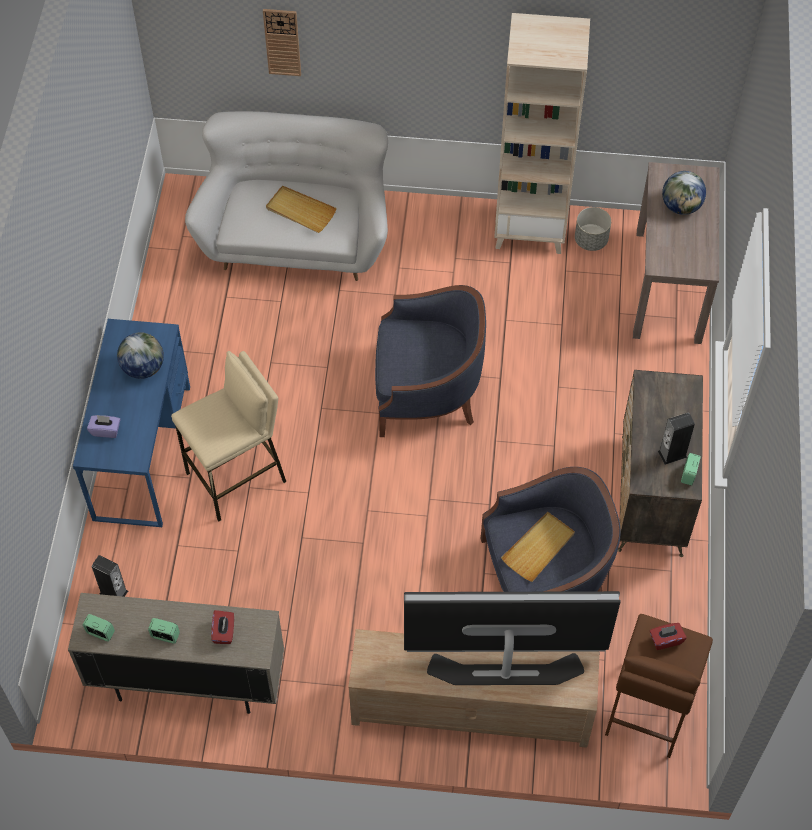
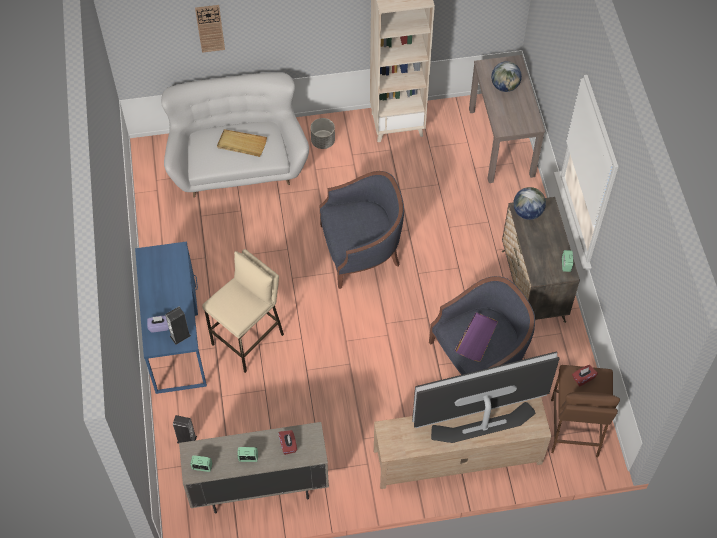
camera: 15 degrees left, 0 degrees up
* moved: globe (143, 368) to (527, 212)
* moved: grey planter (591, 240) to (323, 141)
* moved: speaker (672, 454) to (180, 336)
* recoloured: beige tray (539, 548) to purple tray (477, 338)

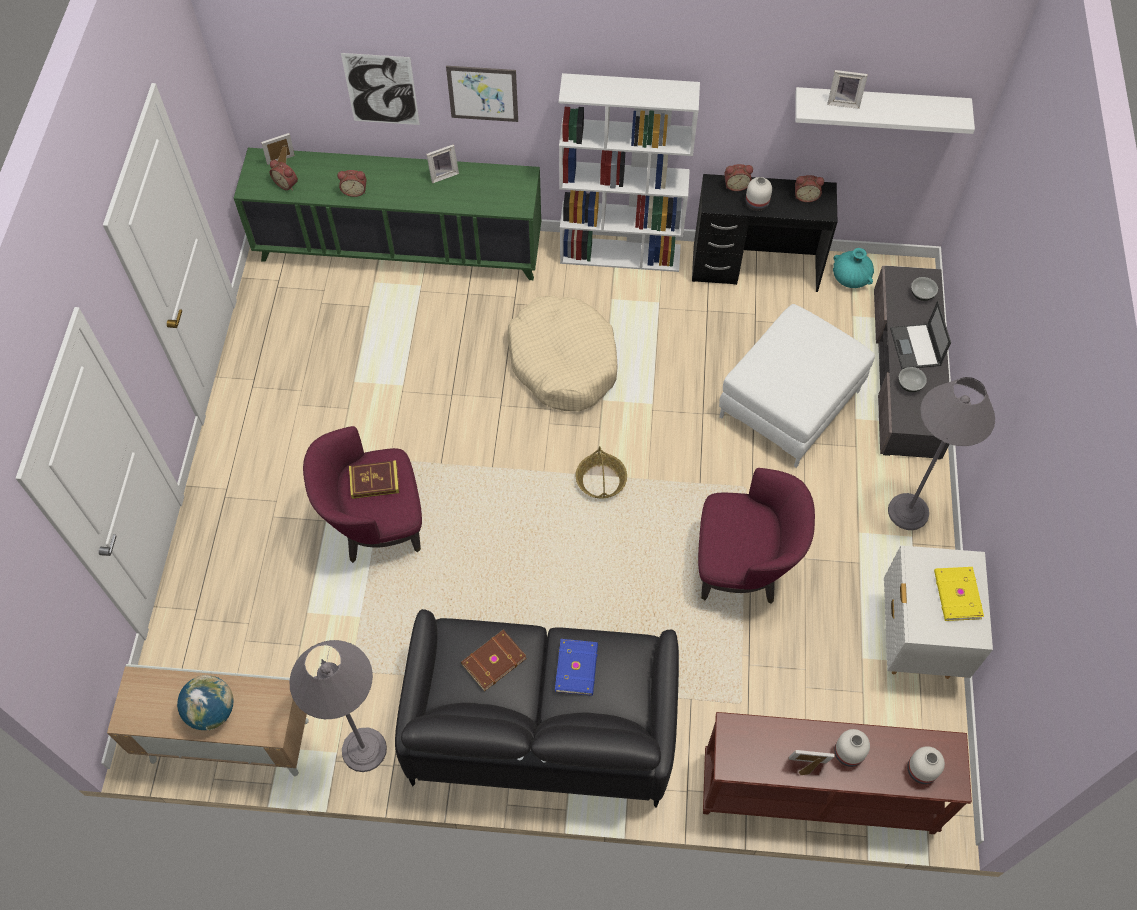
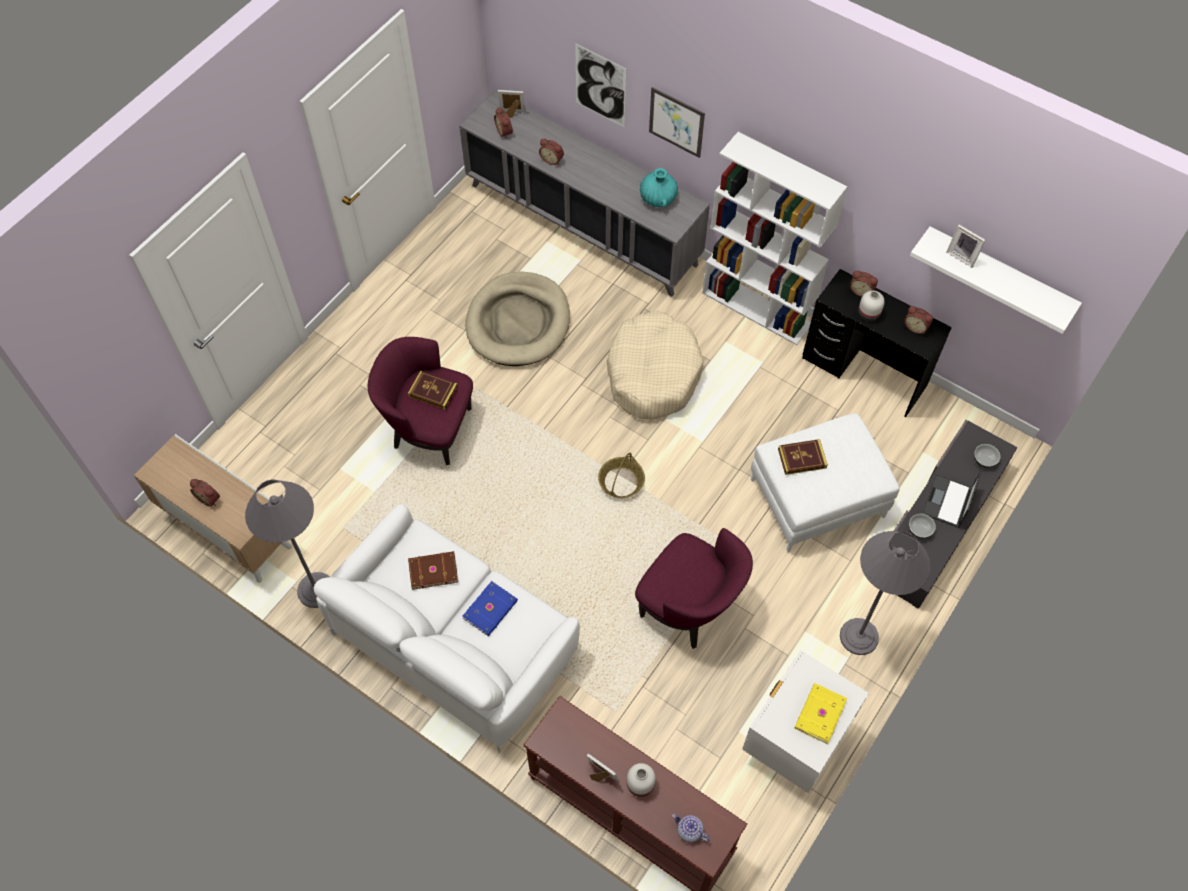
camera: 30 degrees right, 0 degrees up
* removed: picture frame (443, 174)
* added: beige dog bed (518, 322)
* added: book (802, 458)
* moved: turquoise vase (850, 278) to (658, 198)
* replaced: globe (212, 711) to alarm clock (209, 498)
* replaced: white vase (922, 771) to teapot (689, 831)
* recoloured: green cabinet (400, 249) to grey cabinet (582, 224)
* recoloured: black sofa (541, 722) to white sofa (454, 641)

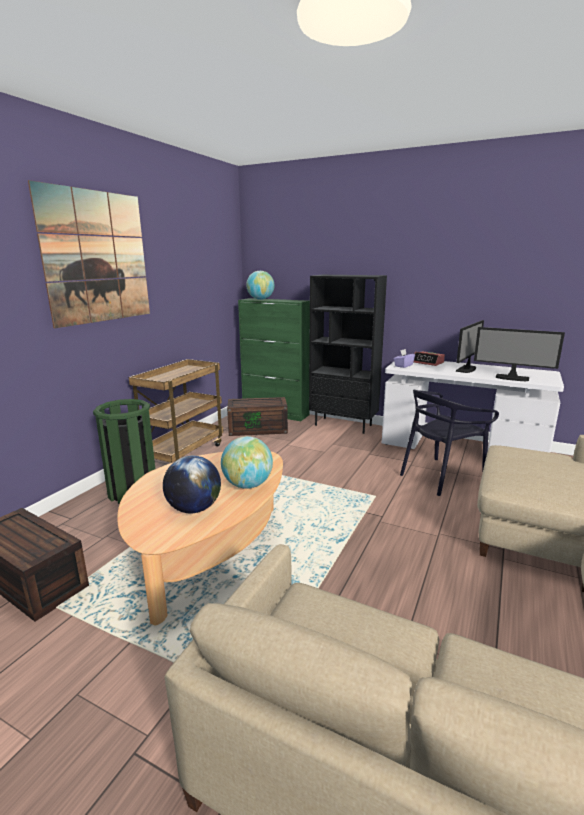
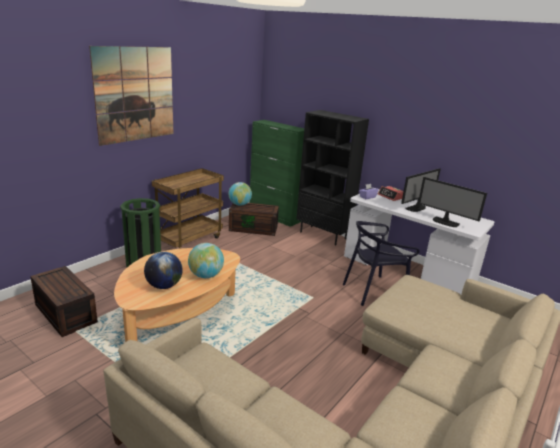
camera: 10 degrees right, 5 degrees up
* moved: globe (260, 299) to (239, 204)

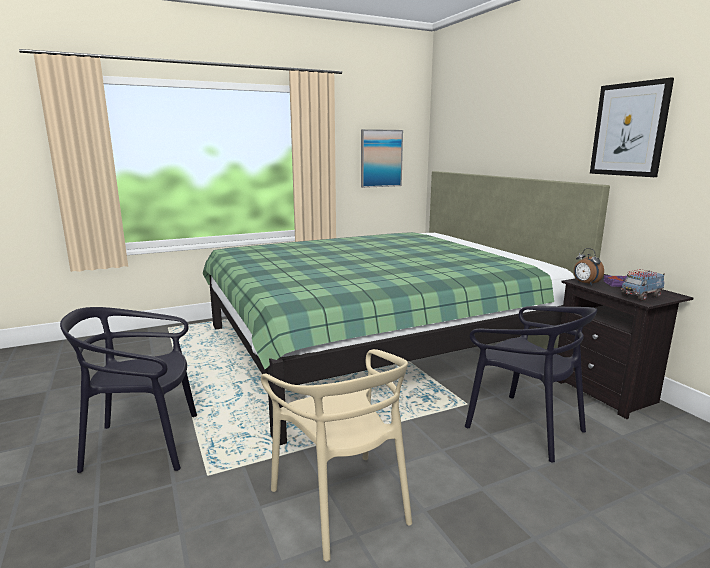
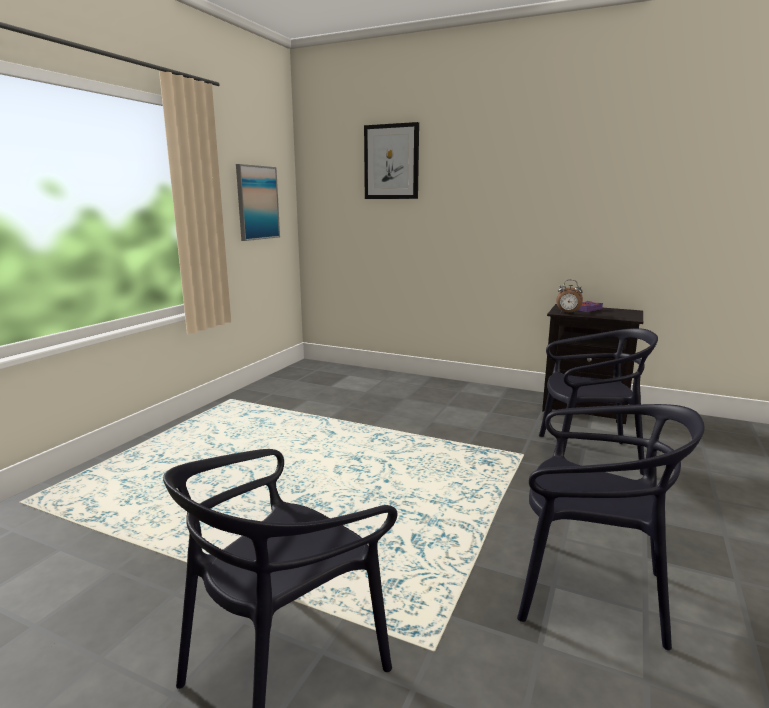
camera: 40 degrees left, 0 degrees up
* removed: green bed (378, 343)
* removed: toy truck (640, 296)
* moved: picture (629, 129) to (391, 162)
* recoloured: beige chair (342, 502) to black chair (589, 591)

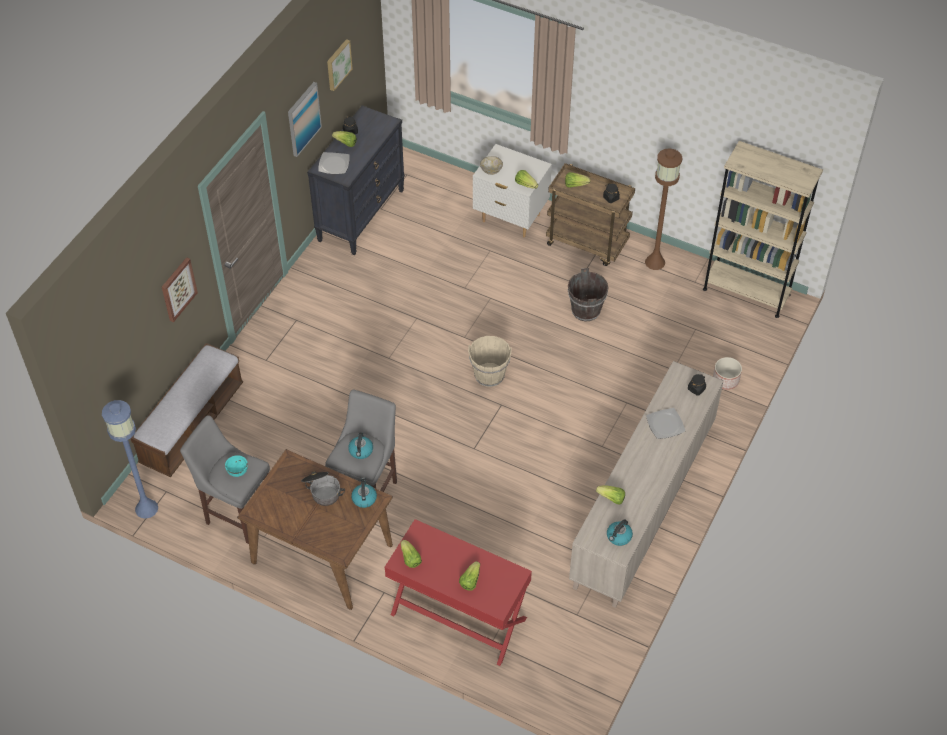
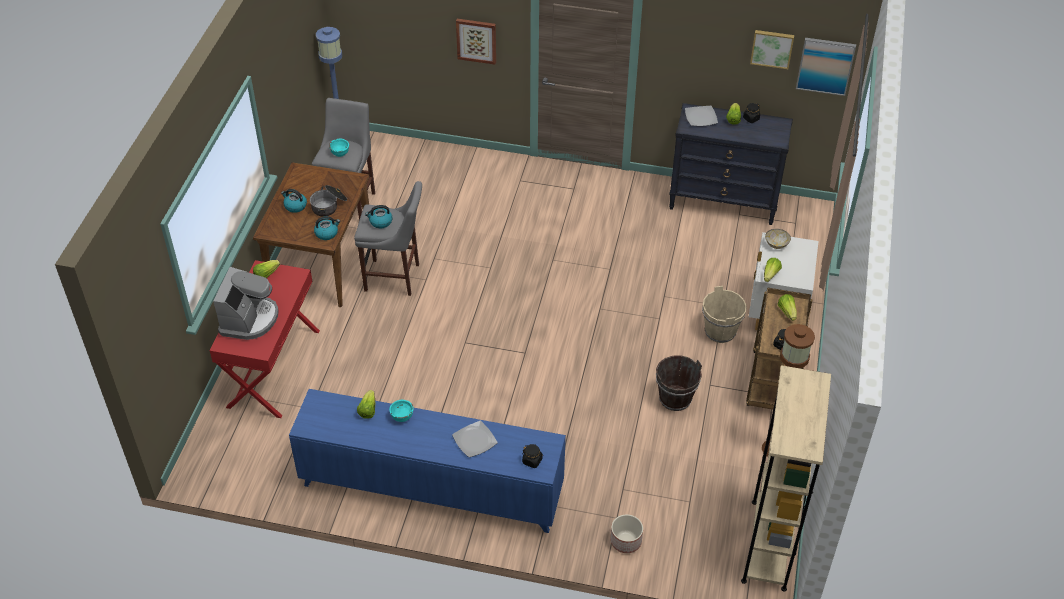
camera: 75 degrees right, 5 degrees down
* removed: bench (192, 424)
* added: turquoise bowl (402, 416)
* moved: picture (303, 119) to (825, 65)
* moved: beige bucket (489, 375) to (720, 332)
* moved: kettle (618, 537) to (295, 206)
* replaced: lettuce (470, 580) to coffee machine (249, 319)
* recoloured: beige cabinet (643, 506) to blue cabinet (431, 490)

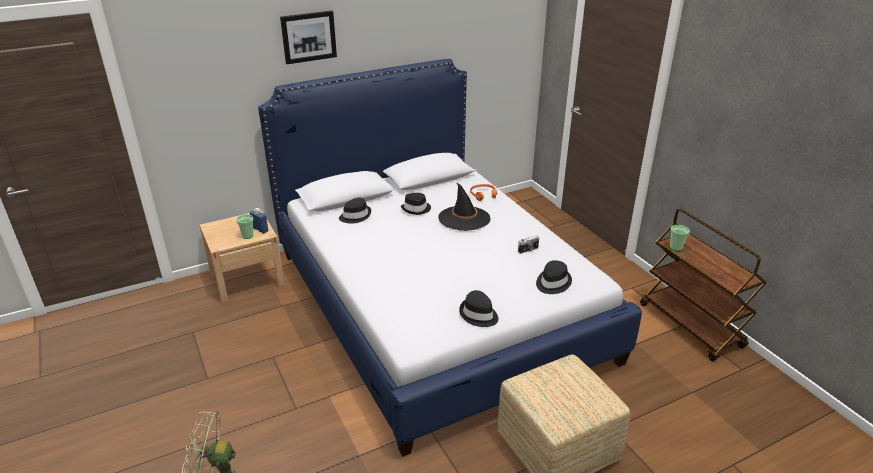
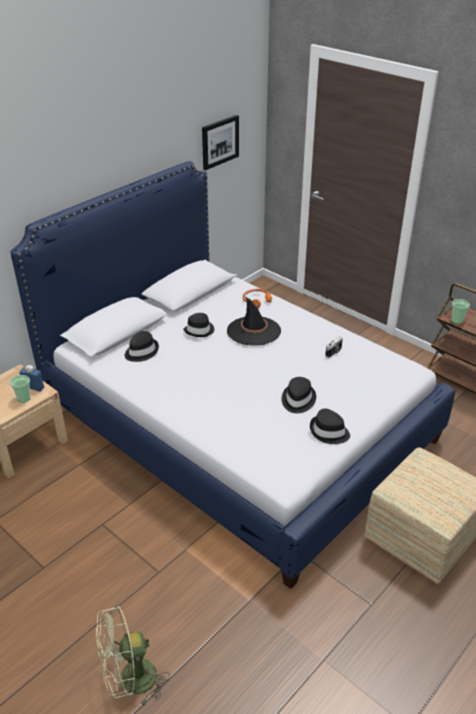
camera: 20 degrees left, 5 degrees up
* moved: picture (308, 37) to (219, 142)
* moved: black hat (552, 283) to (297, 400)

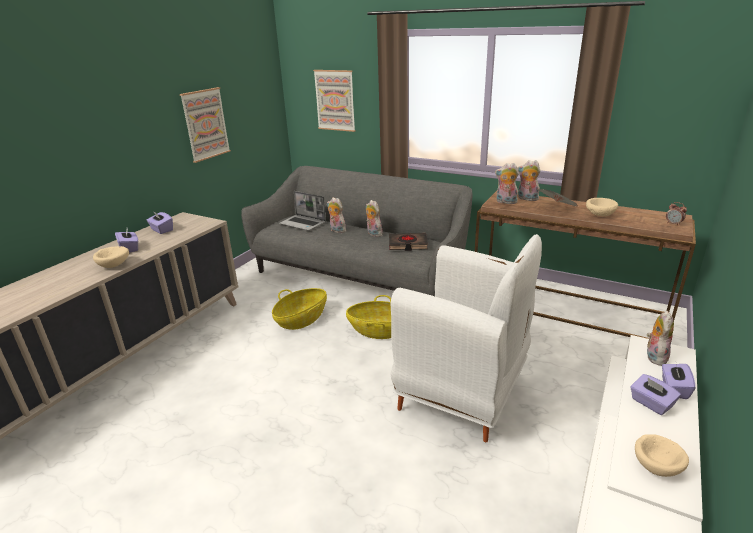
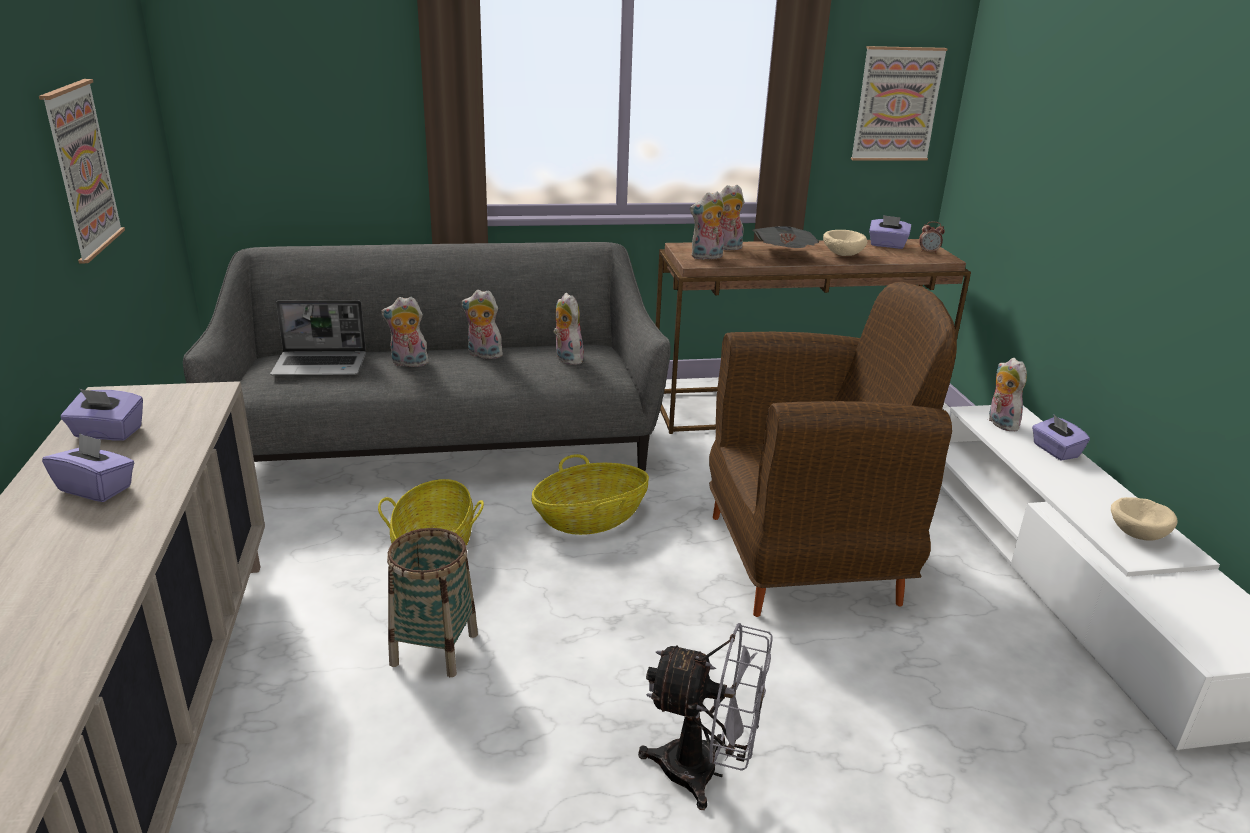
camera: 40 degrees left, 0 degrees up
* removed: beige bowl (115, 265)
* added: basket (434, 648)
* added: grey fan (704, 772)
* moved: picture (335, 100) to (896, 104)
* moved: purple tissue box (651, 403) to (887, 245)
* replaced: black book (407, 244) to plush toy (566, 358)
* recoloured: white armchair (463, 393) to brown armchair (806, 558)

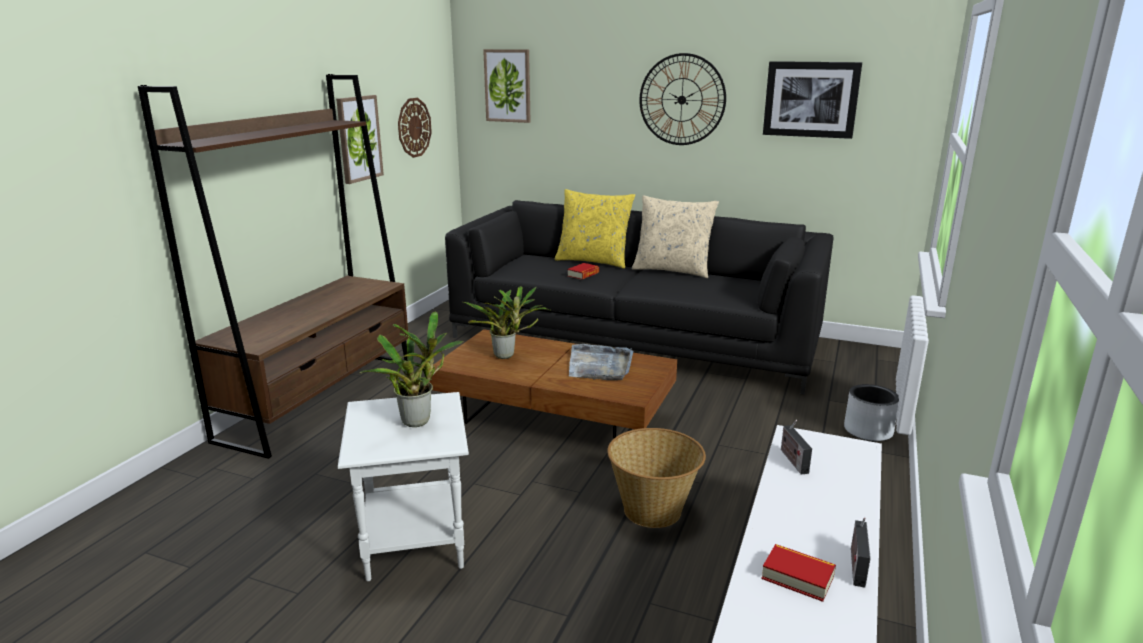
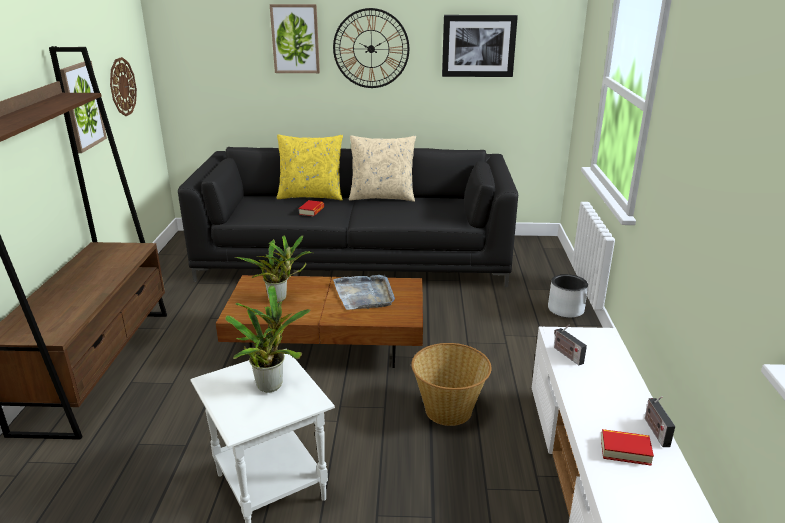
camera: 20 degrees left, 5 degrees up
* moved: picture (508, 86) to (295, 39)

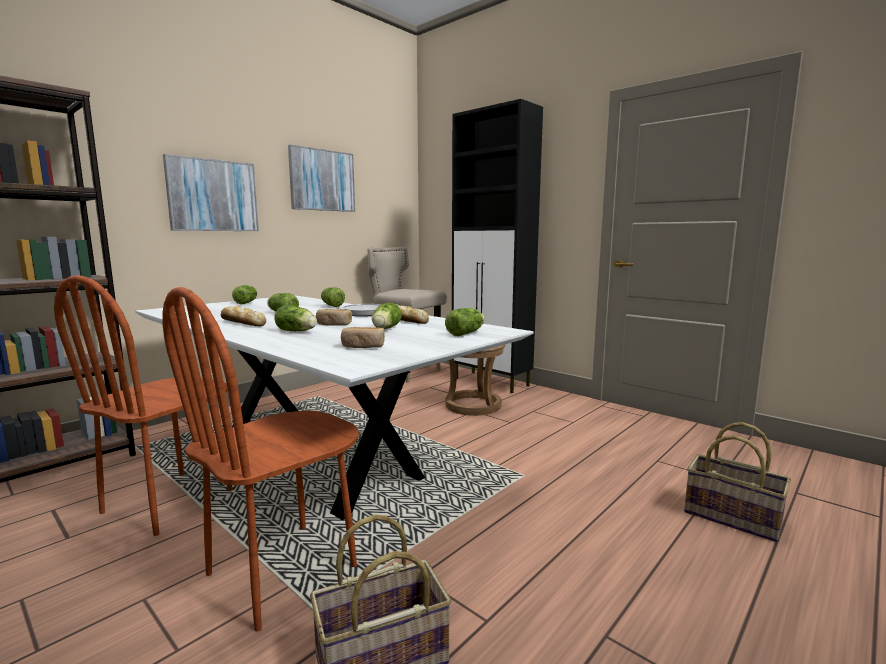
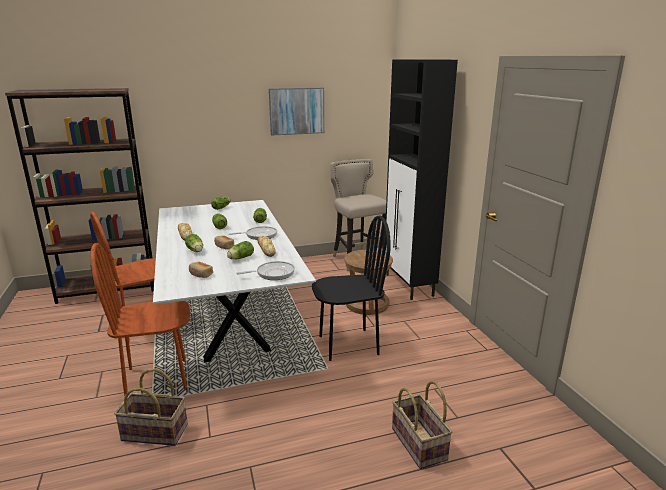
camera: 30 degrees right, 10 degrees up
* removed: picture (213, 195)
* added: black chair (348, 344)
* replaced: lettuce (467, 333) to frying pan (273, 273)

